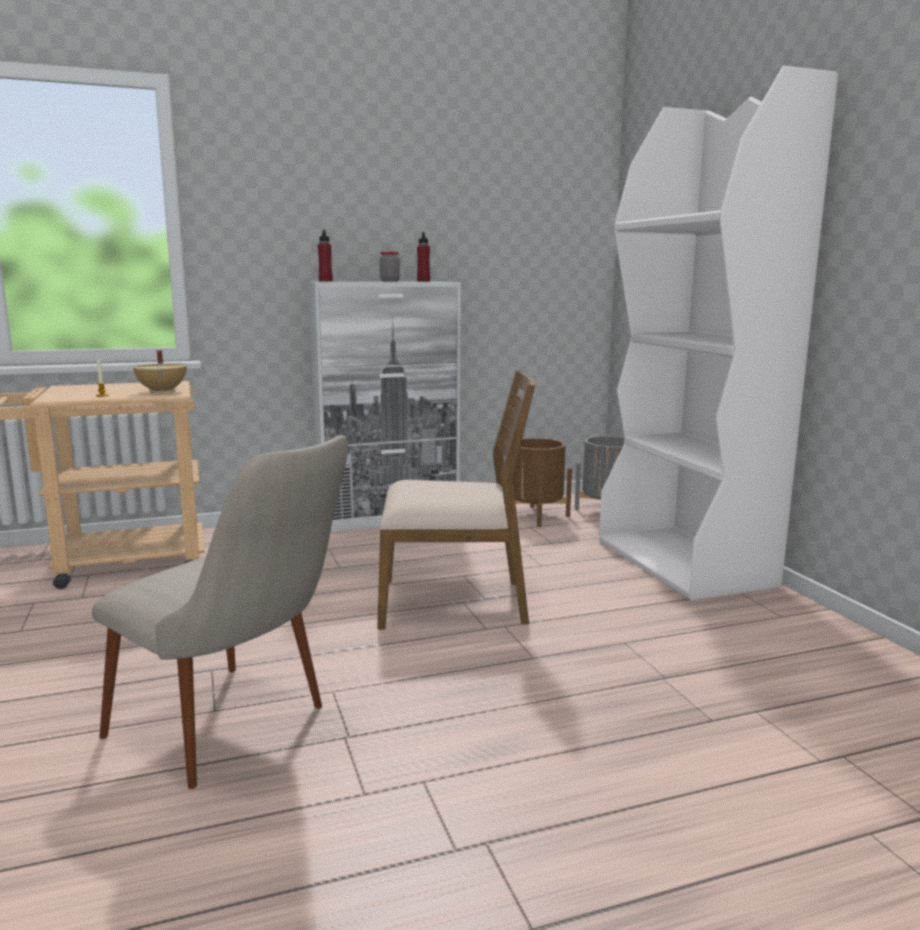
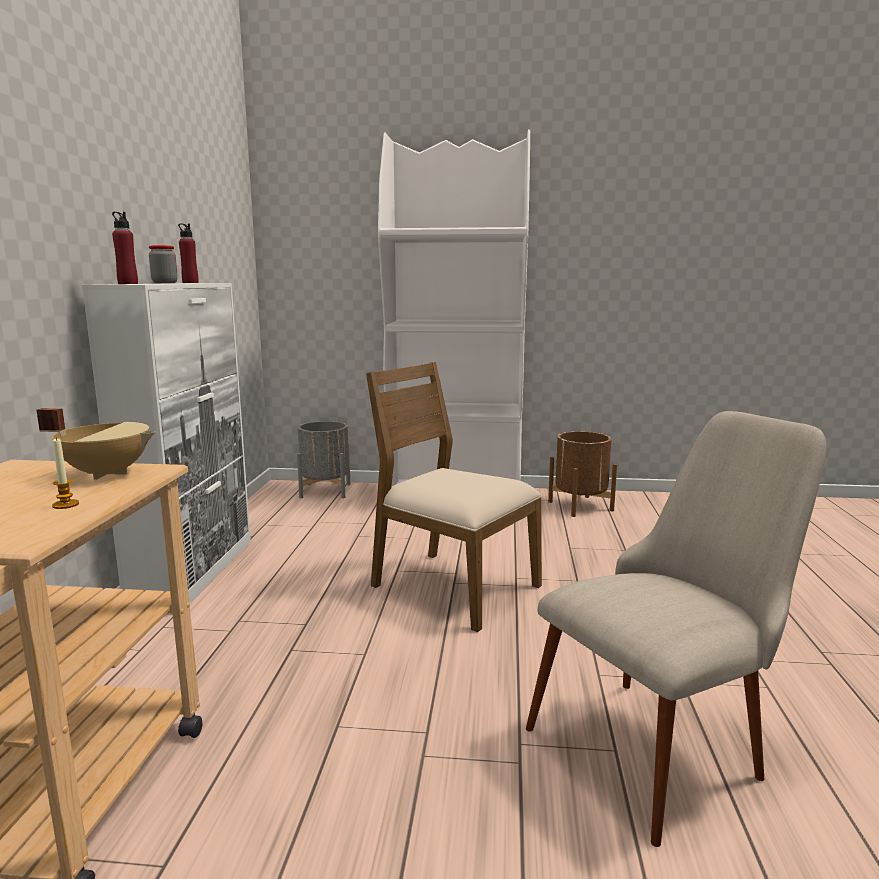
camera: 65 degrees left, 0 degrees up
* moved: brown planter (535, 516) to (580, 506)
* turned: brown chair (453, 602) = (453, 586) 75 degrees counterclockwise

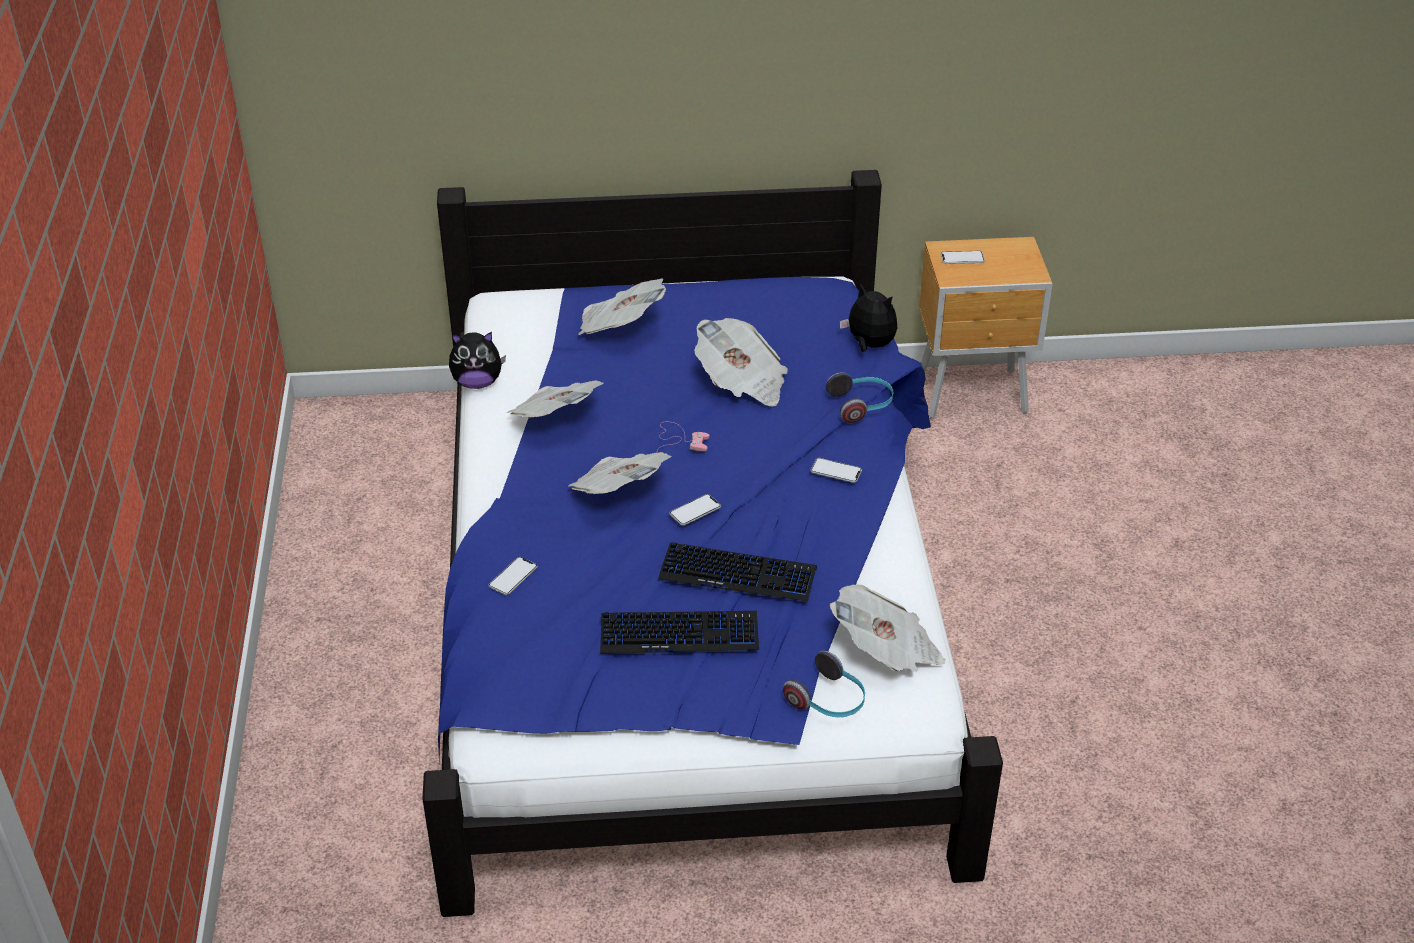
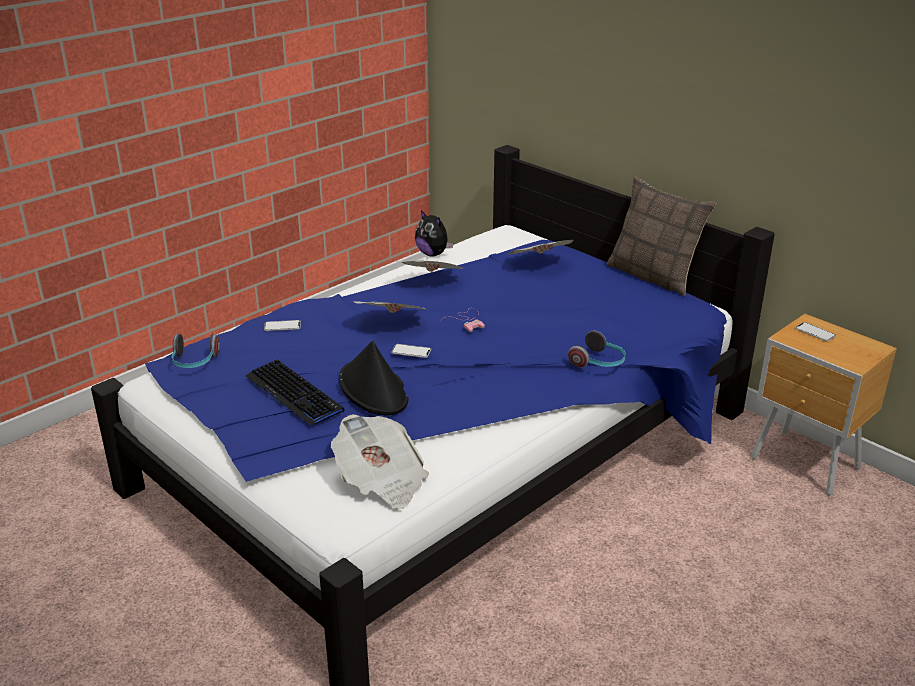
camera: 50 degrees right, 10 degrees down
* removed: newspaper (742, 383)
* removed: phone (836, 471)
* removed: plush toy (869, 345)
* added: pillow (653, 276)
* moved: headphones (828, 701) to (194, 362)
* replaced: keyboard (738, 574) to black hat (373, 389)

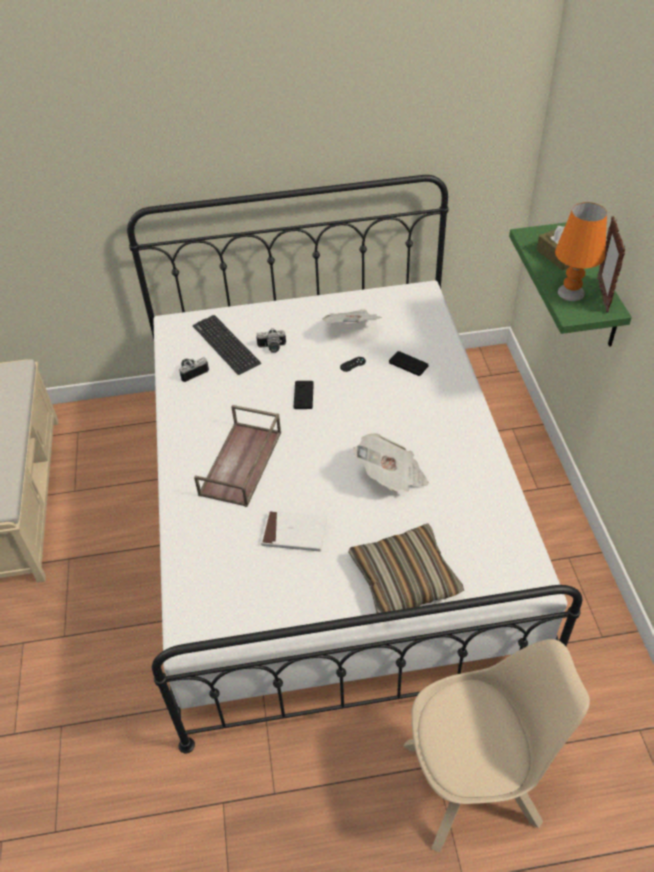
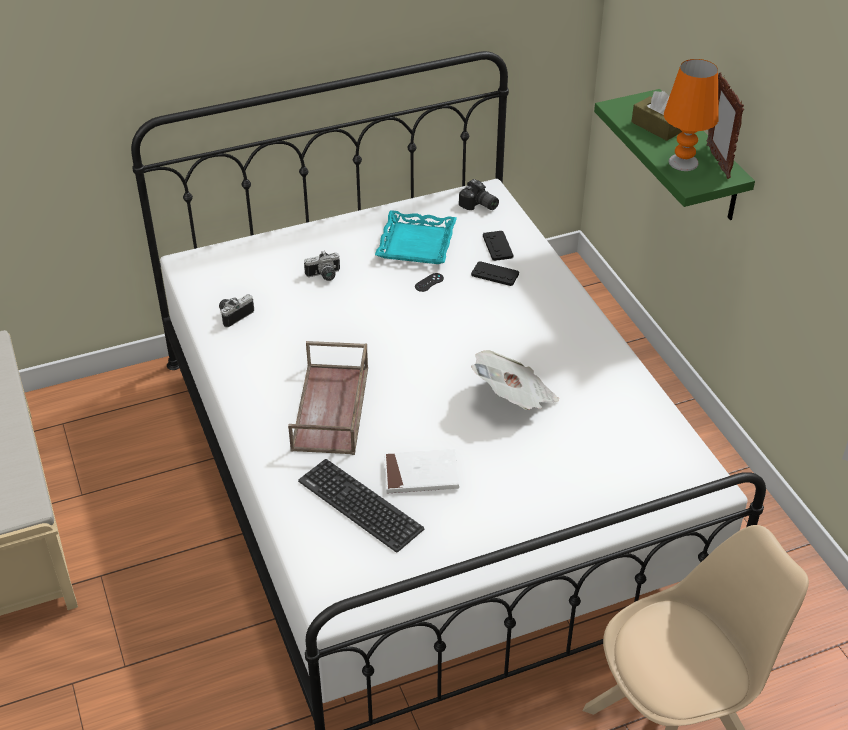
camera: 15 degrees left, 5 degrees down
* removed: pillow (404, 578)
* added: photo camera (479, 205)
* moved: keyboard (226, 345) to (360, 505)
* moved: black game controller (303, 395) to (497, 246)
* replaced: newspaper (352, 329) to turquoise tray (415, 243)

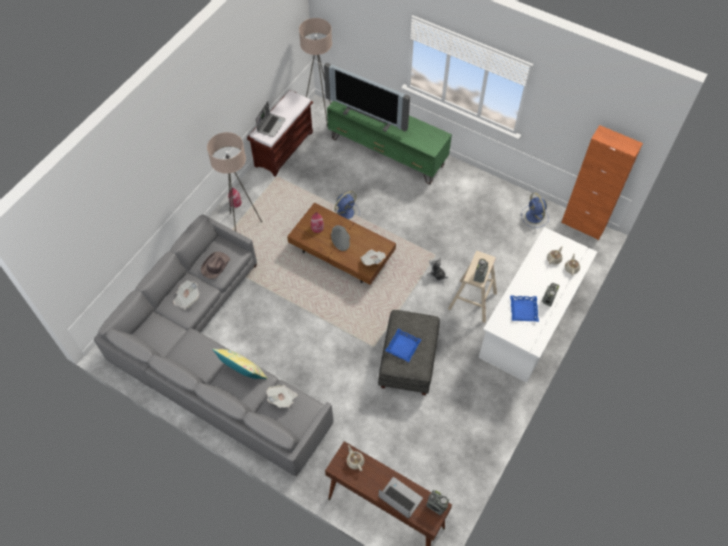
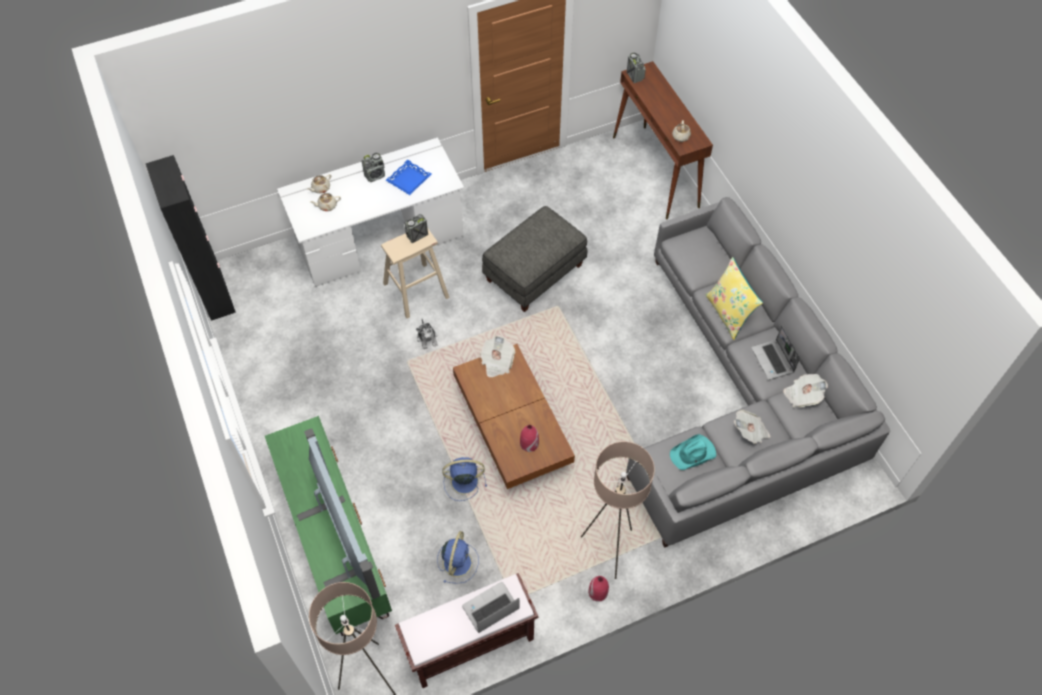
camera: 145 degrees left, 0 degrees up
* removed: grey hat (340, 238)
* removed: blue tray (403, 346)
* moved: newspaper (282, 399) to (802, 395)
* moved: laptop (399, 498) to (773, 360)
* moved: blue fan (534, 217) to (457, 561)
* recoloured: brown hat (215, 266) to turquoise hat (693, 454)
* recoloured: orange cabinet (583, 225) to black cabinet (216, 295)

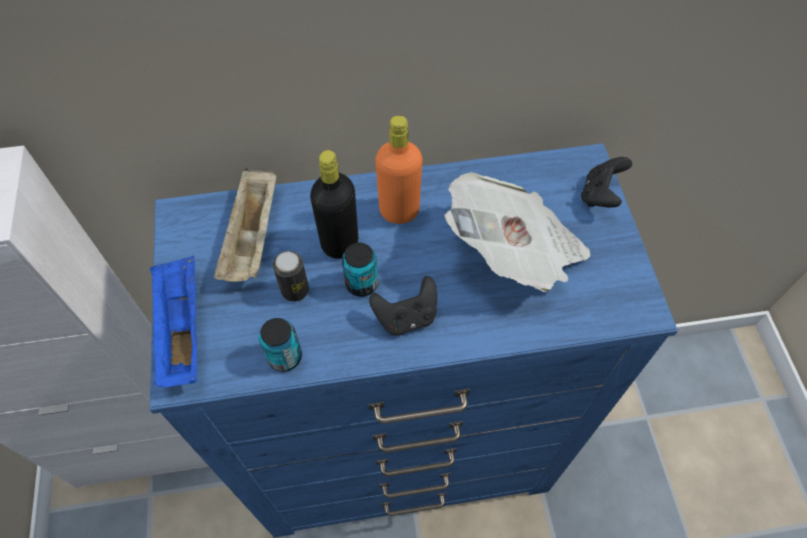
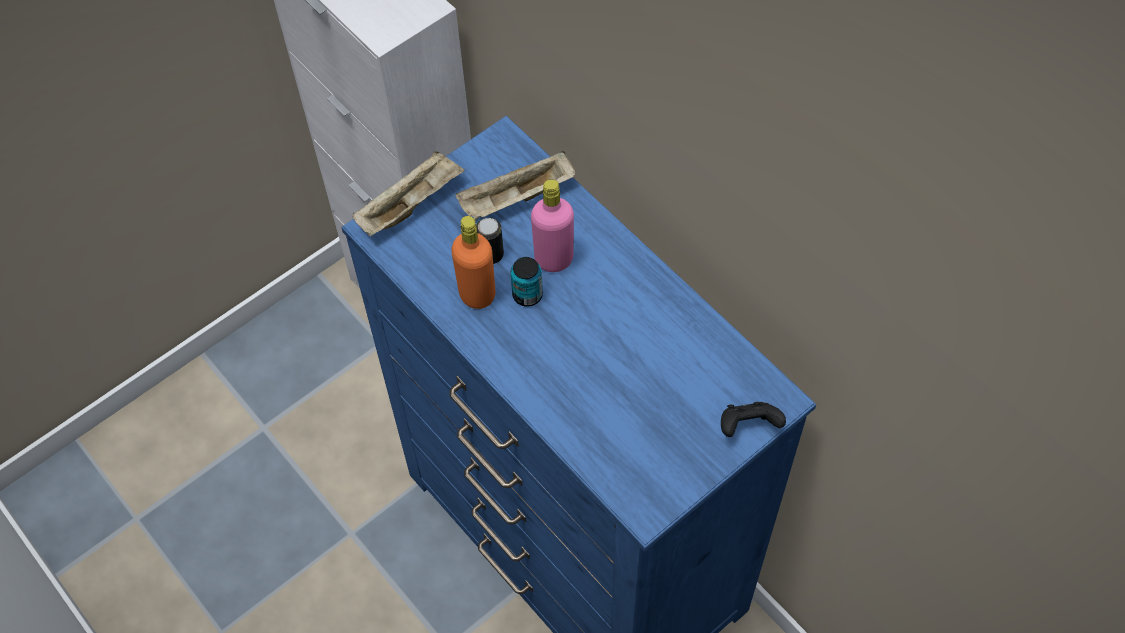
camera: 60 degrees right, 0 degrees up
* removed: can (285, 357)
* removed: black game controller (406, 317)
* removed: newspaper (514, 252)
* moved: orange bottle (399, 211) to (477, 294)
* recoloured: blue tray (181, 329) to beige tray (411, 204)
* recoloured: black bottle (339, 243) to pink bottle (554, 259)

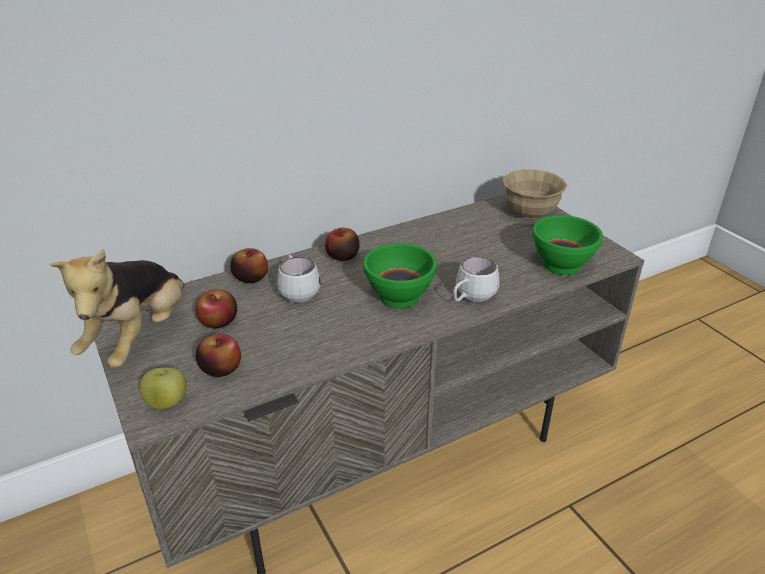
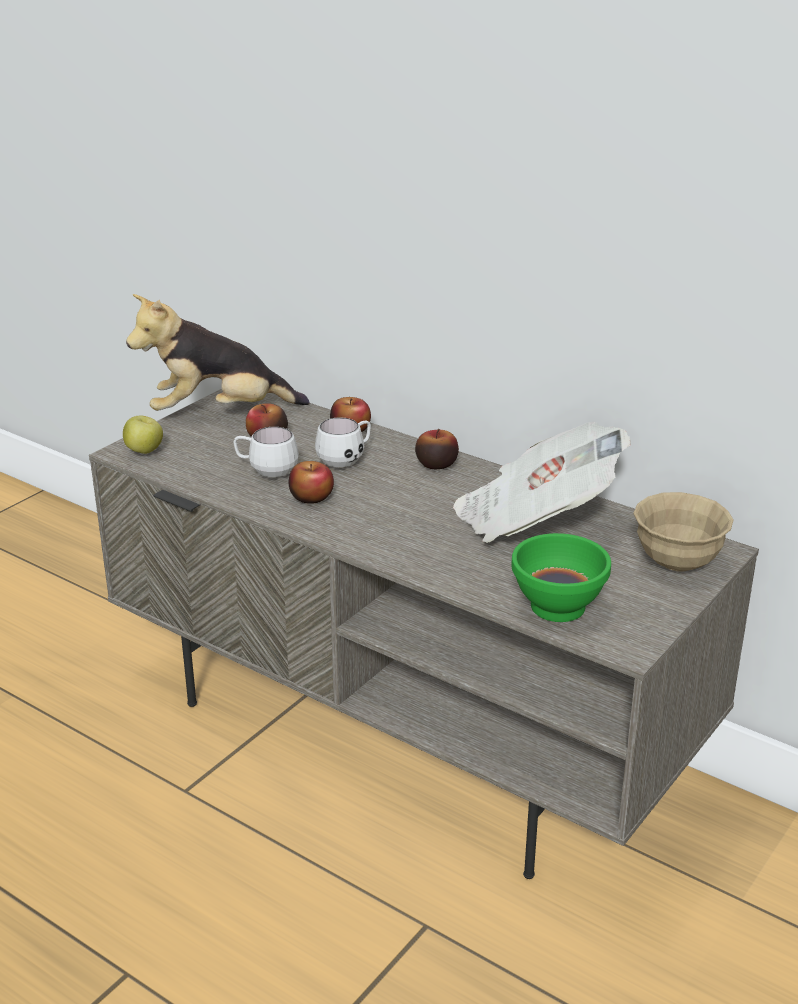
camera: 65 degrees right, 5 degrees down
* removed: green bowl (400, 297)
* added: newspaper (535, 519)
* moved: apple (221, 368) to (311, 497)
* moved: white mug (471, 299) to (266, 470)

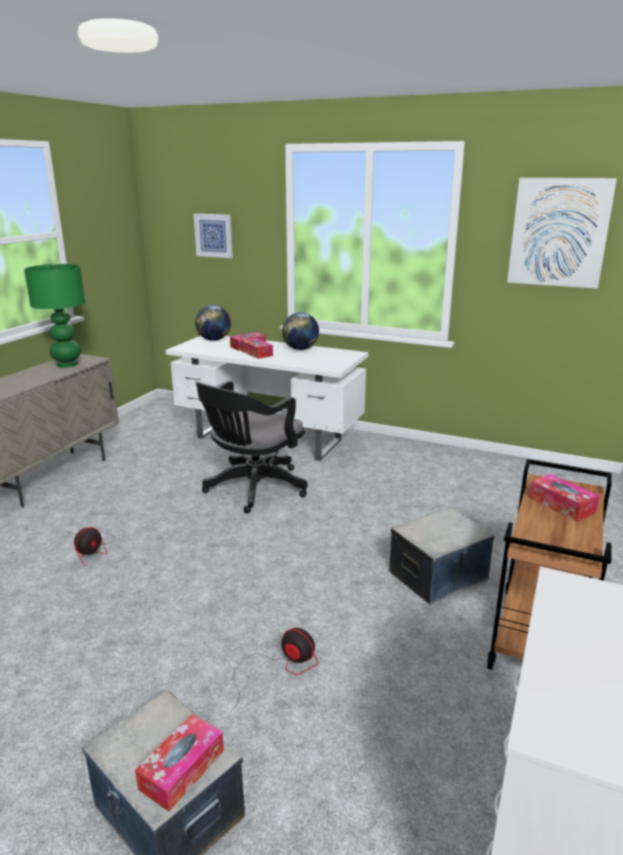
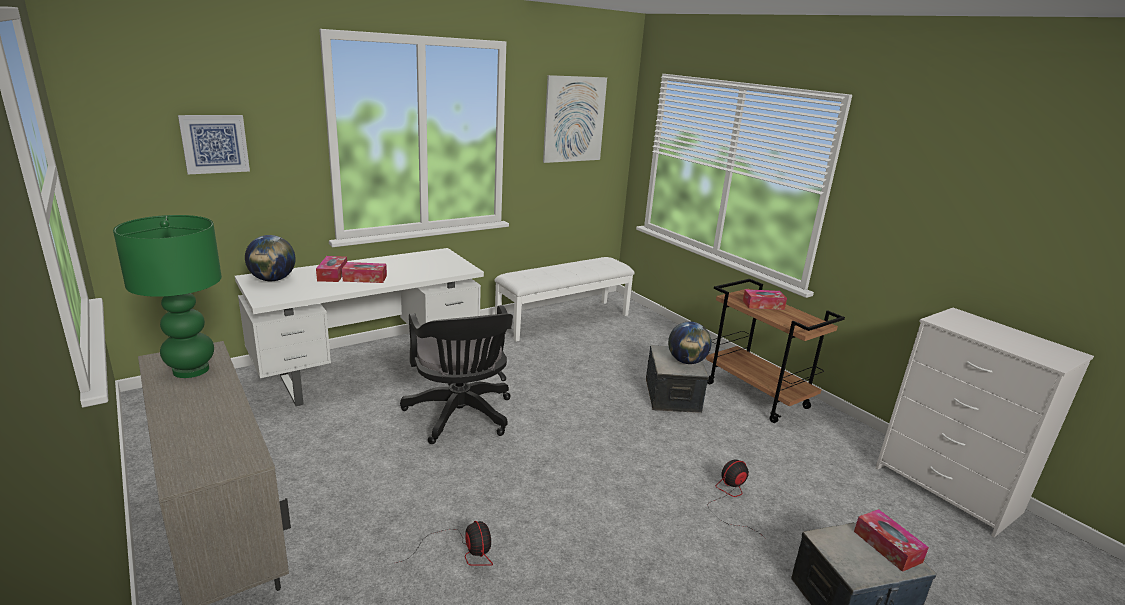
camera: 60 degrees left, 0 degrees up
* added: white bench (563, 319)
* moved: globe (300, 349) to (686, 361)

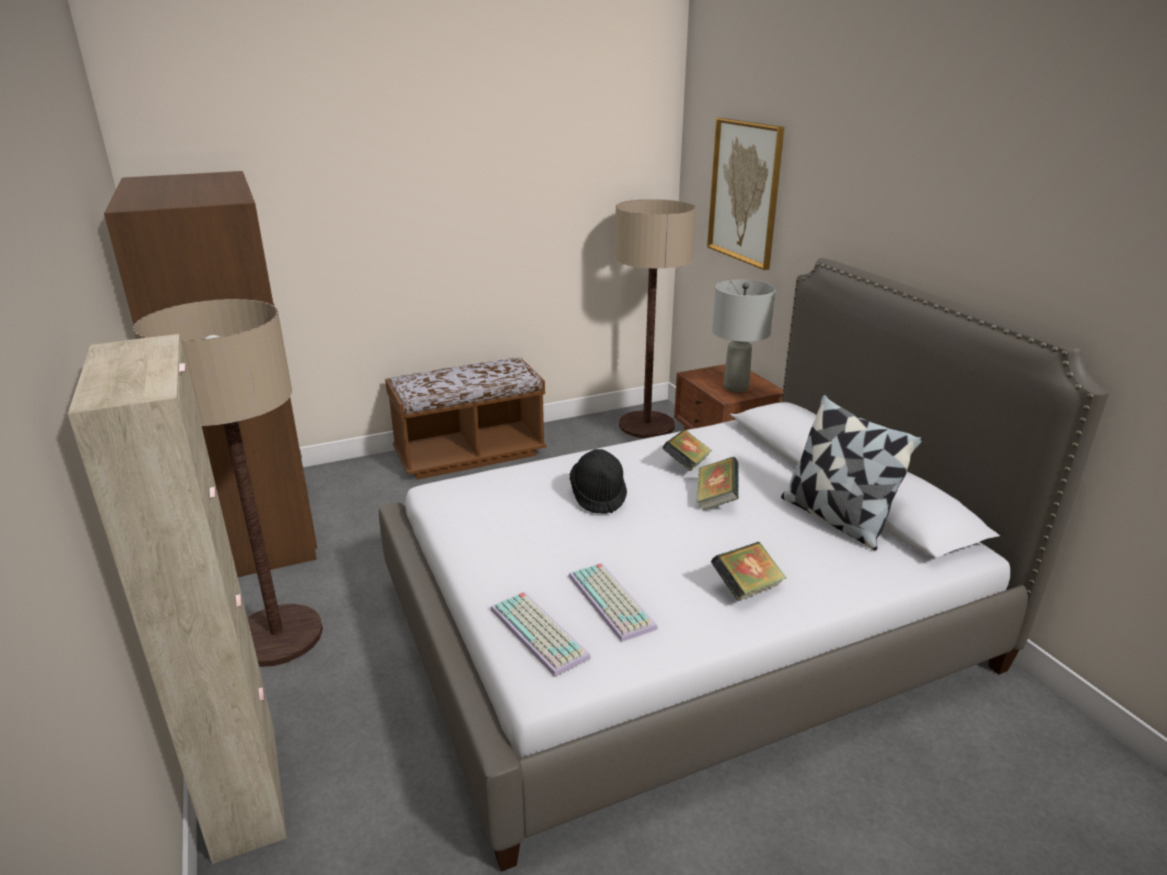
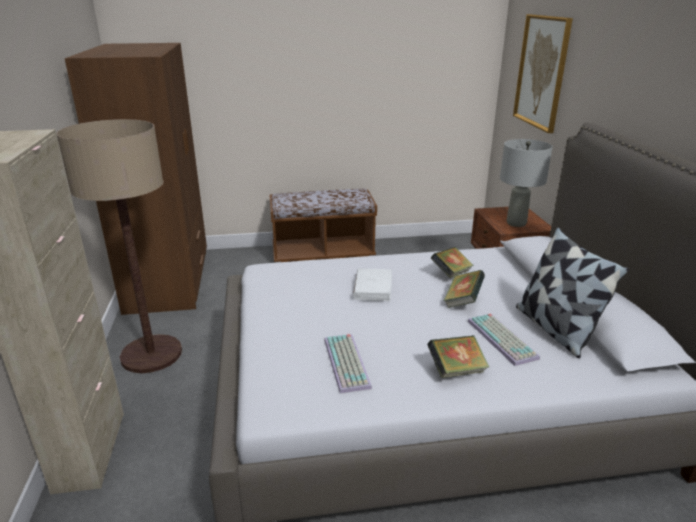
camera: 15 degrees right, 0 degrees up
* removed: floor lamp (646, 425)
* moved: keyboard (541, 633) to (503, 339)
* replaced: black hat (598, 496) to white book (373, 287)

